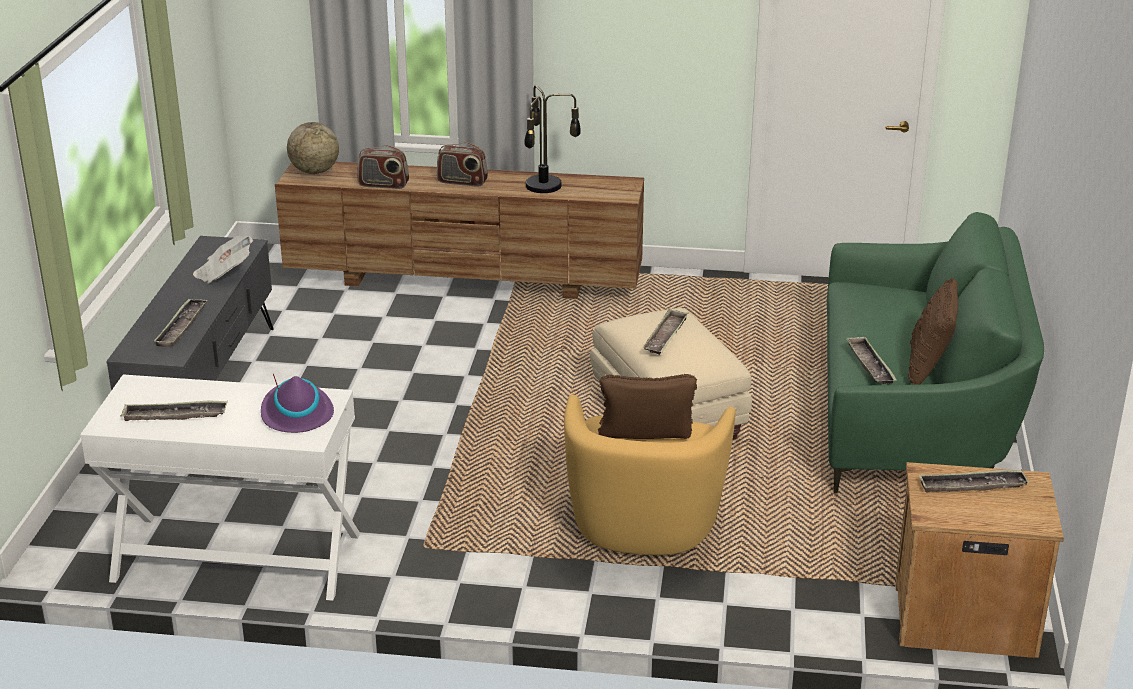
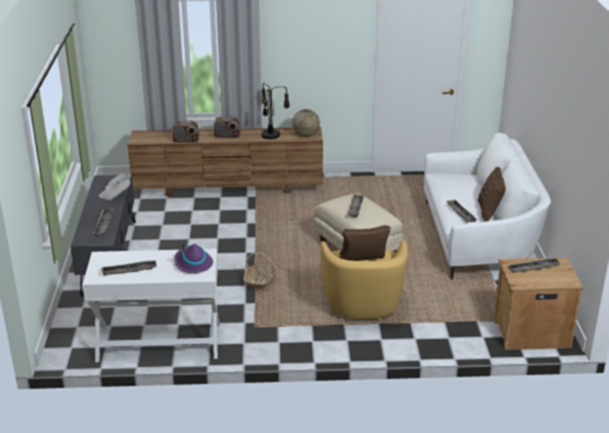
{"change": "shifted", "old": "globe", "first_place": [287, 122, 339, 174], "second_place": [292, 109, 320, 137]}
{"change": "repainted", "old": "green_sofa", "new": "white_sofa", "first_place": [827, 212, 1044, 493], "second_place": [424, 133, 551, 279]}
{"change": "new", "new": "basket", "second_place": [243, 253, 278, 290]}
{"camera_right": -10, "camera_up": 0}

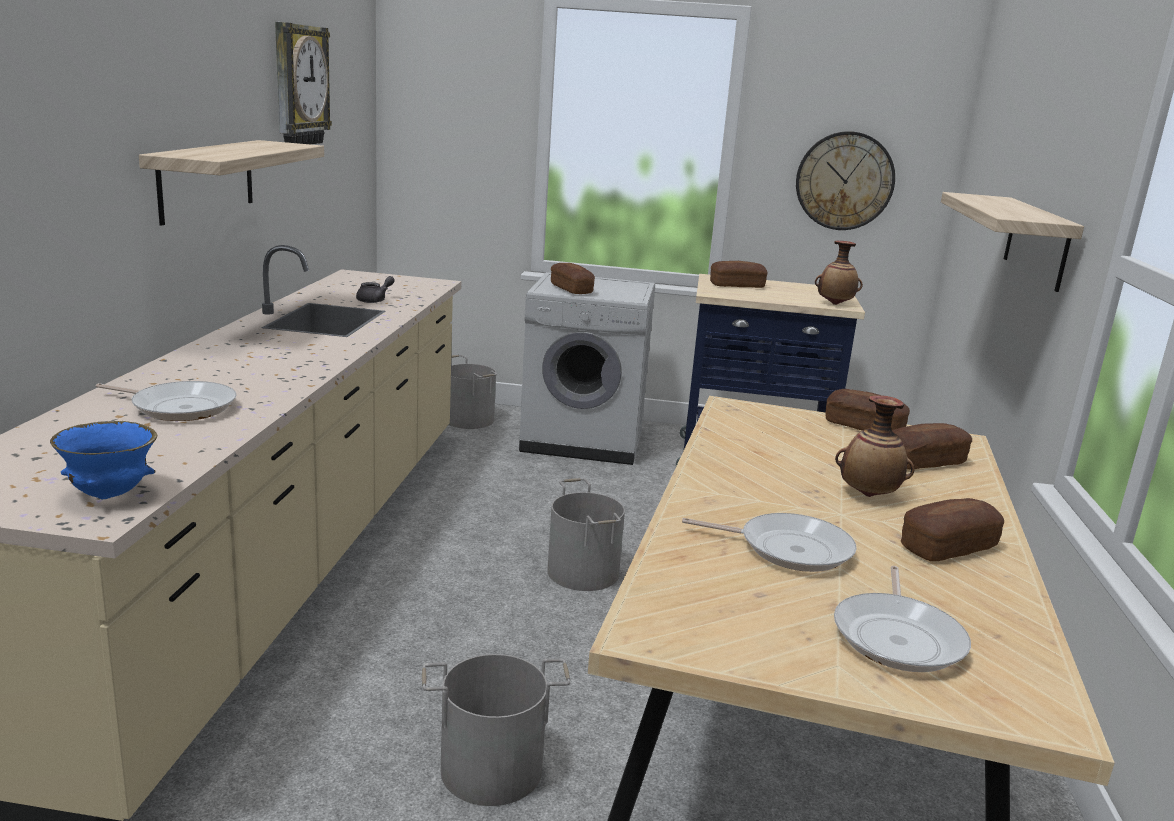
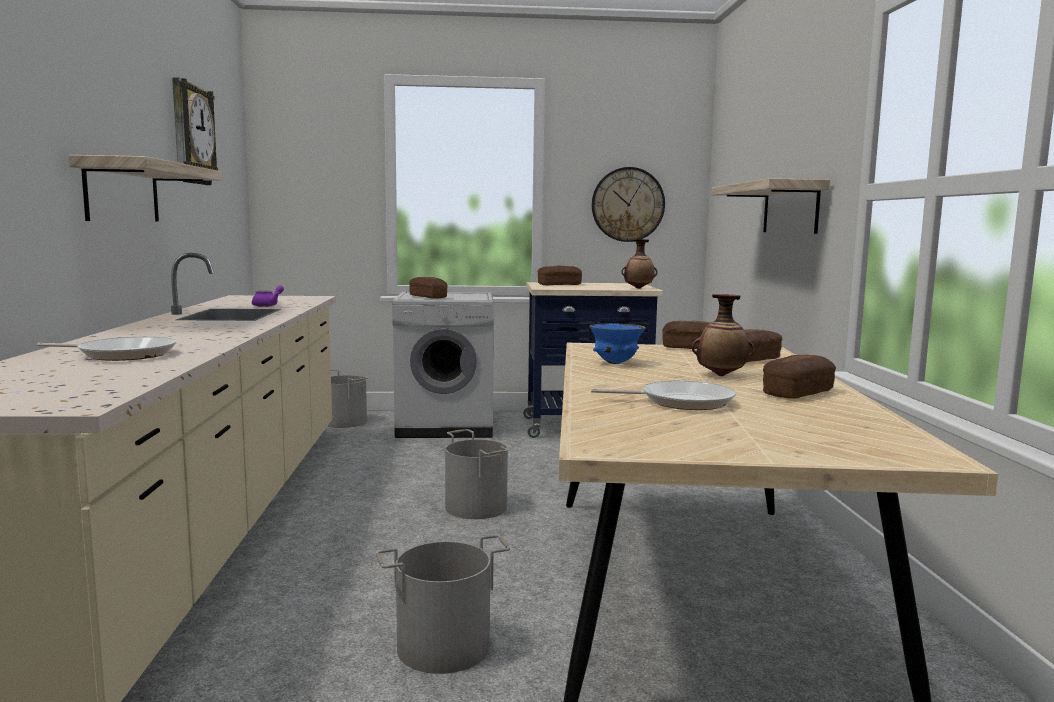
{"change": "shifted", "old": "blue_bowl", "first_place": [50, 421, 157, 499], "second_place": [589, 323, 646, 364]}
{"change": "repainted", "old": "grey_teapot", "new": "purple_teapot", "first_place": [356, 276, 395, 303], "second_place": [252, 285, 284, 307]}
{"change": "gone", "old": "frying_pan", "first_place": [834, 566, 971, 672]}
{"camera_right": -10, "camera_up": -10}

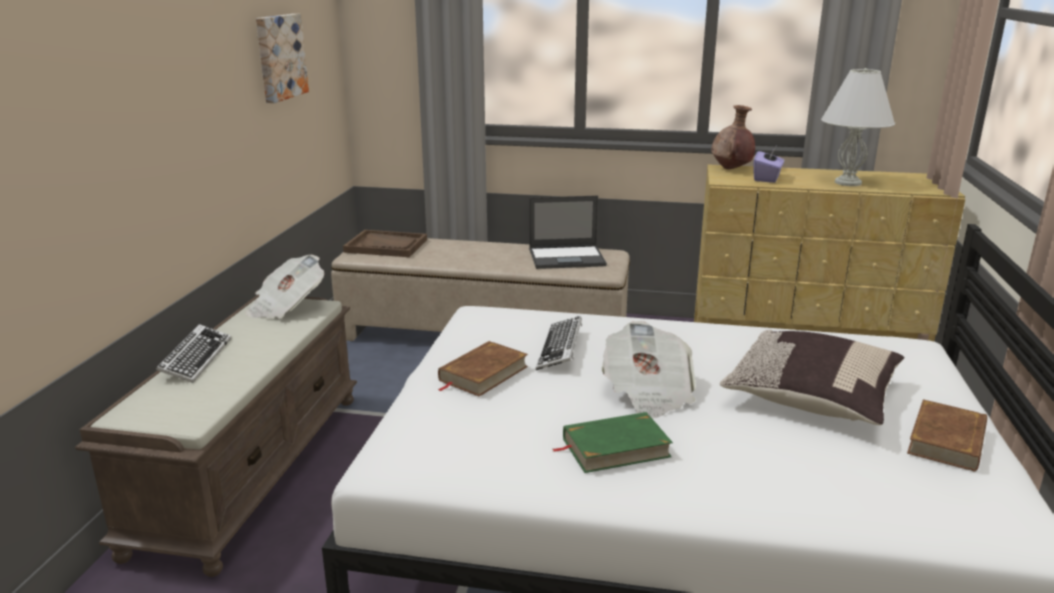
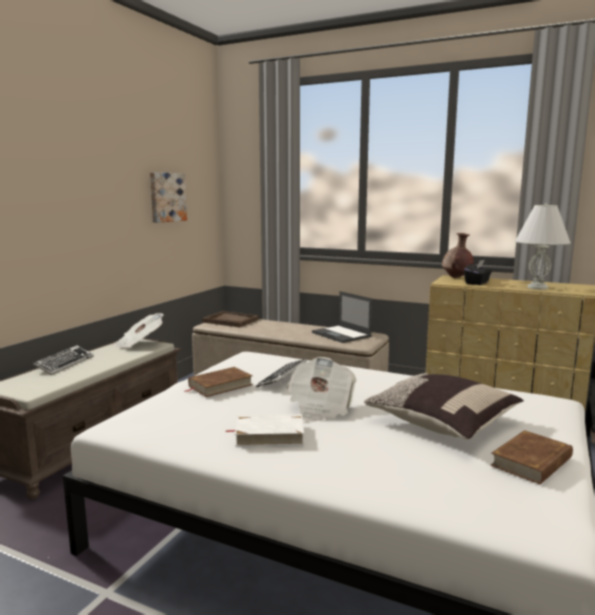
{"change": "rotated", "old": "laptop", "first_place": [529, 196, 607, 269], "second_place": [312, 291, 372, 343], "degrees": 45}
{"change": "repainted", "old": "green_book", "new": "white_book", "first_place": [553, 412, 673, 473], "second_place": [225, 414, 304, 446]}
{"change": "repainted", "old": "purple_tissue_box", "new": "black_tissue_box", "first_place": [753, 147, 784, 183], "second_place": [464, 260, 492, 285]}
{"camera_right": 15, "camera_up": -10}

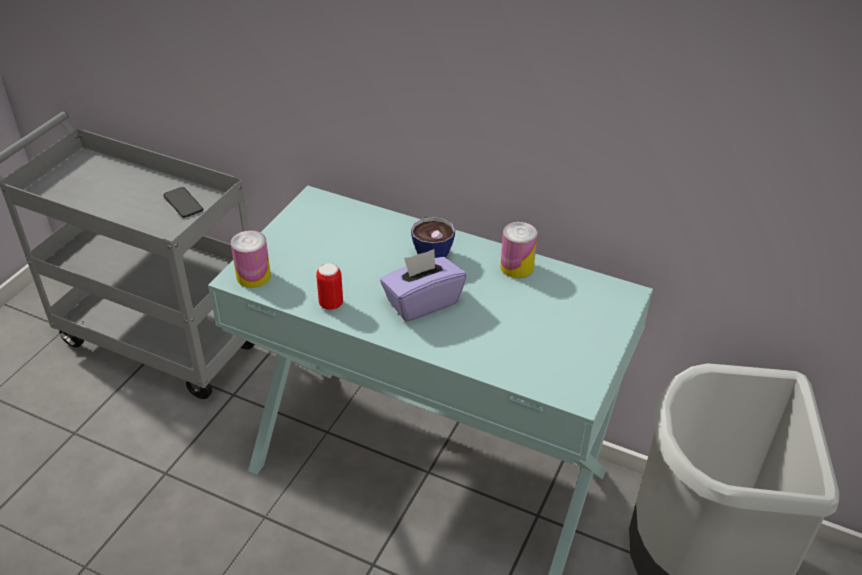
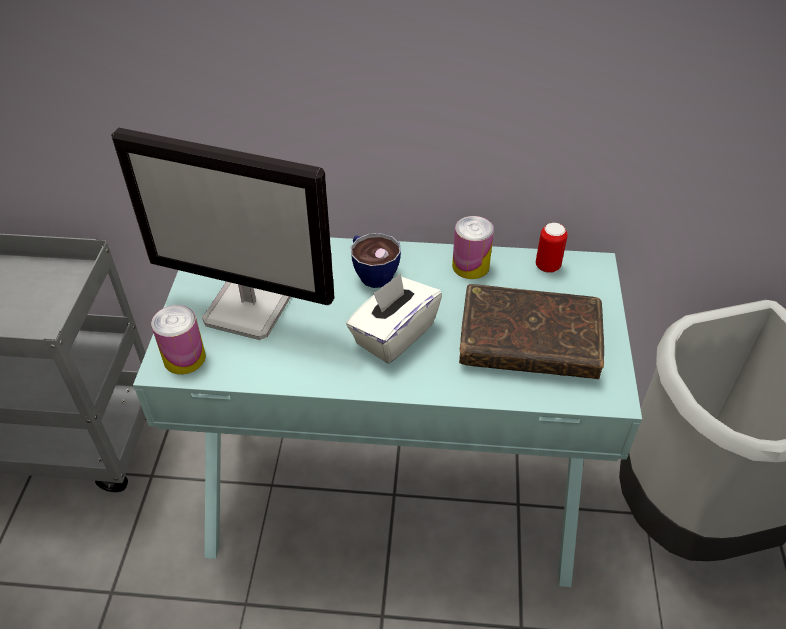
{"change": "gone", "old": "phone", "first_place": [163, 187, 203, 218]}
{"change": "shifted", "old": "can", "first_place": [316, 263, 343, 310], "second_place": [536, 223, 568, 273]}
{"change": "repainted", "old": "purple_tissue_box", "new": "white_tissue_box", "first_place": [380, 249, 466, 322], "second_place": [346, 273, 442, 364]}
{"change": "new", "new": "monitor", "second_place": [111, 128, 335, 340]}
{"change": "new", "new": "brown_book", "second_place": [459, 284, 604, 379]}
{"camera_right": -20, "camera_up": 5}

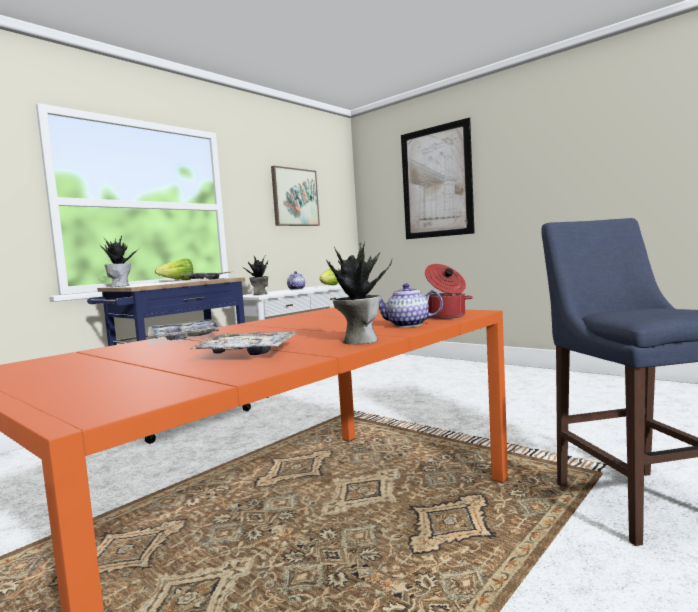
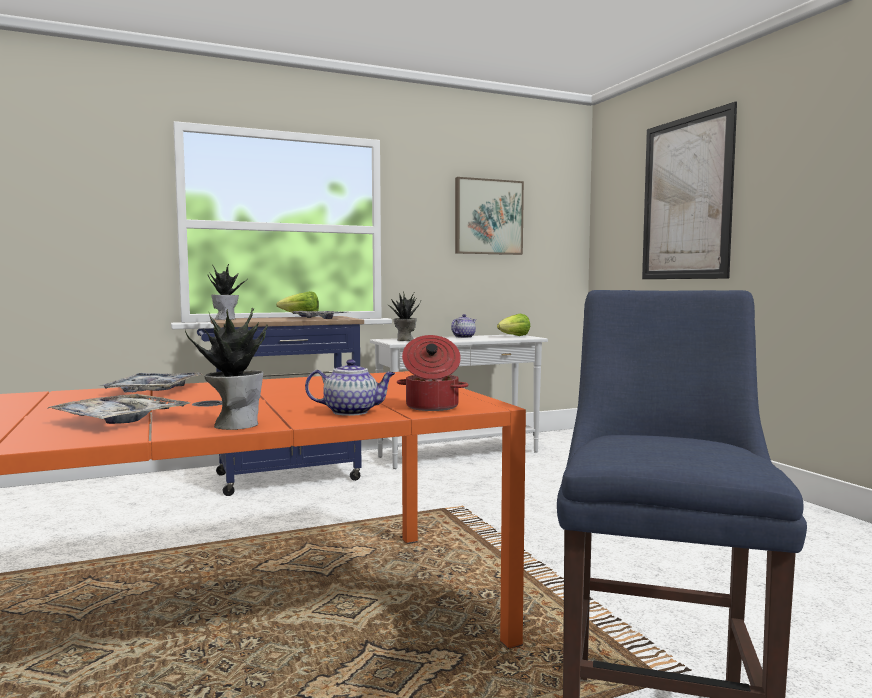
{"change": "rotated", "old": "teapot", "first_place": [379, 284, 443, 327], "second_place": [305, 359, 395, 416], "degrees": 135}
{"camera_right": 25, "camera_up": 0}

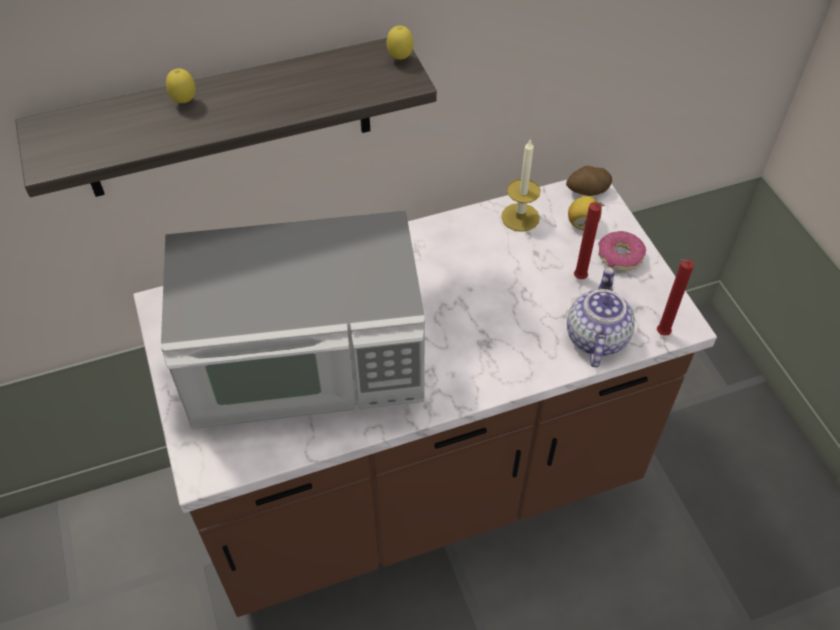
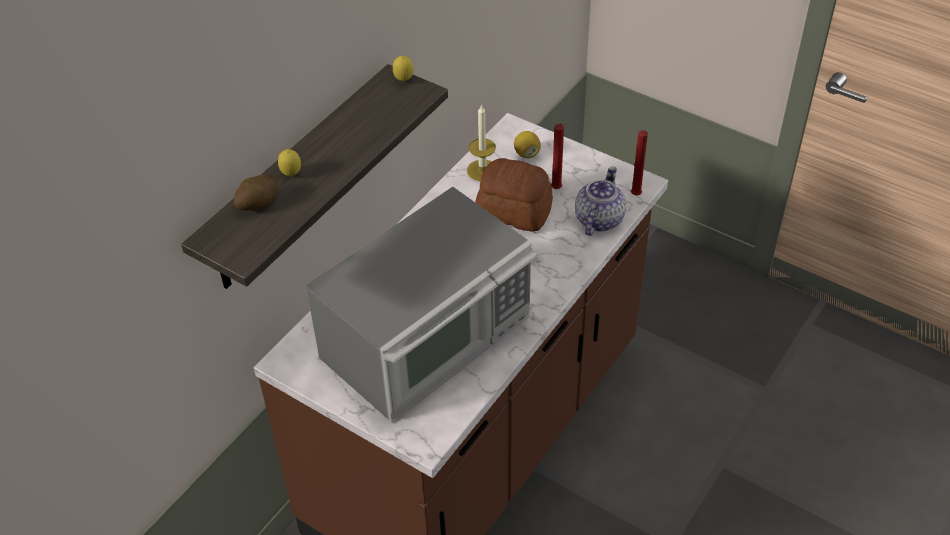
{"change": "shifted", "old": "potato", "first_place": [566, 166, 612, 196], "second_place": [234, 174, 278, 211]}
{"change": "rotated", "old": "teapot", "first_place": [567, 267, 635, 367], "second_place": [575, 166, 626, 236], "degrees": 45}
{"change": "gone", "old": "donut", "first_place": [598, 231, 646, 271]}
{"change": "new", "new": "bread", "second_place": [475, 158, 553, 232]}
{"camera_right": -35, "camera_up": -5}

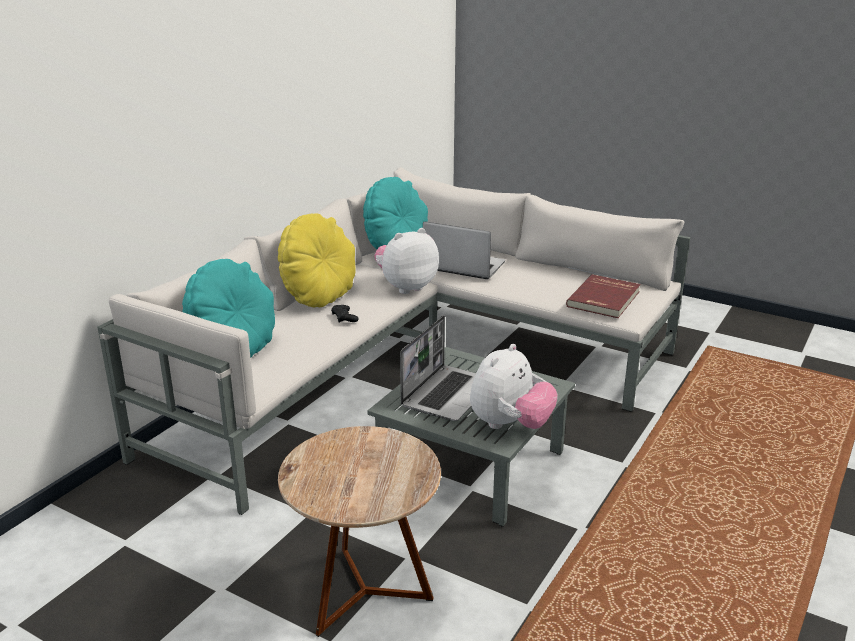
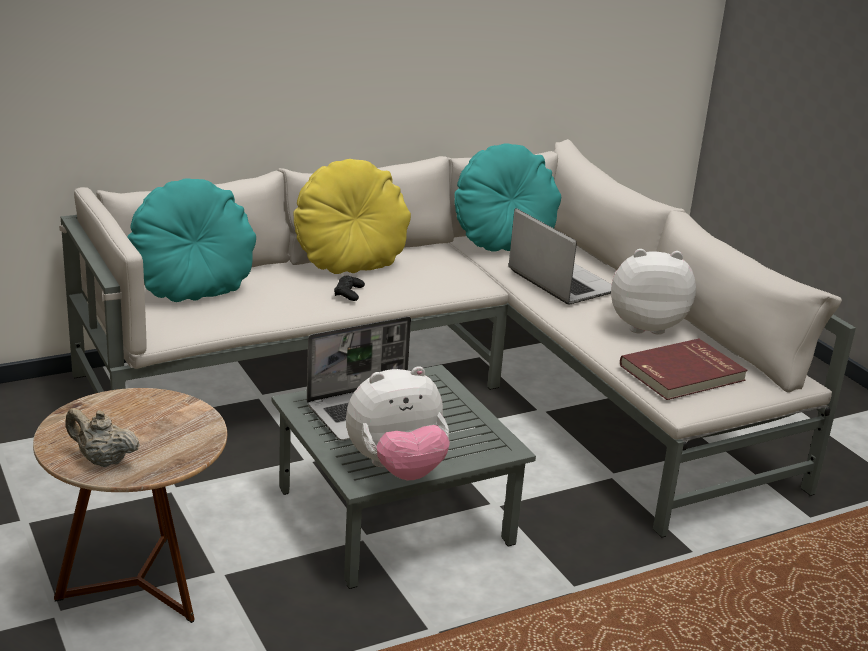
{"change": "shifted", "old": "plush_toy", "first_place": [374, 228, 439, 294], "second_place": [611, 249, 696, 335]}
{"change": "new", "new": "beige_teapot", "second_place": [65, 408, 140, 467]}
{"camera_right": 30, "camera_up": 0}

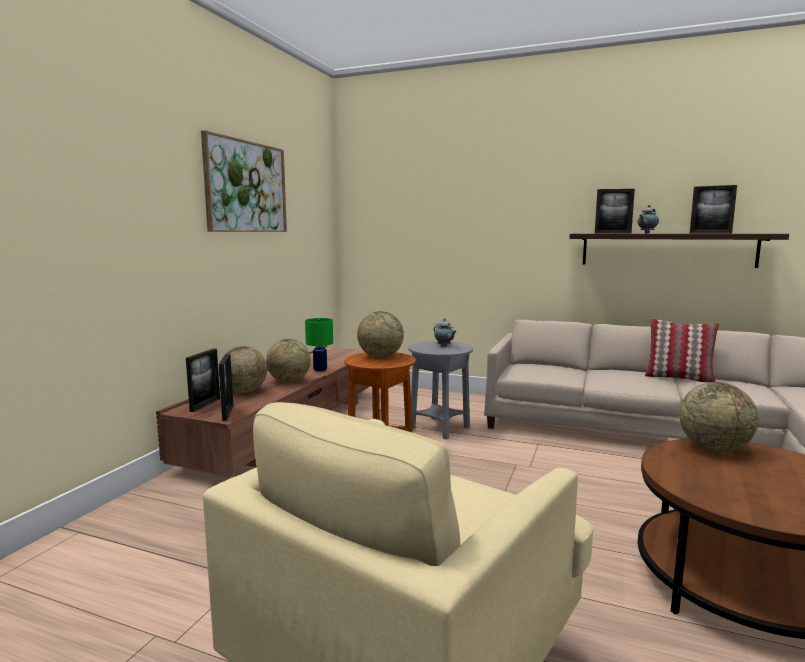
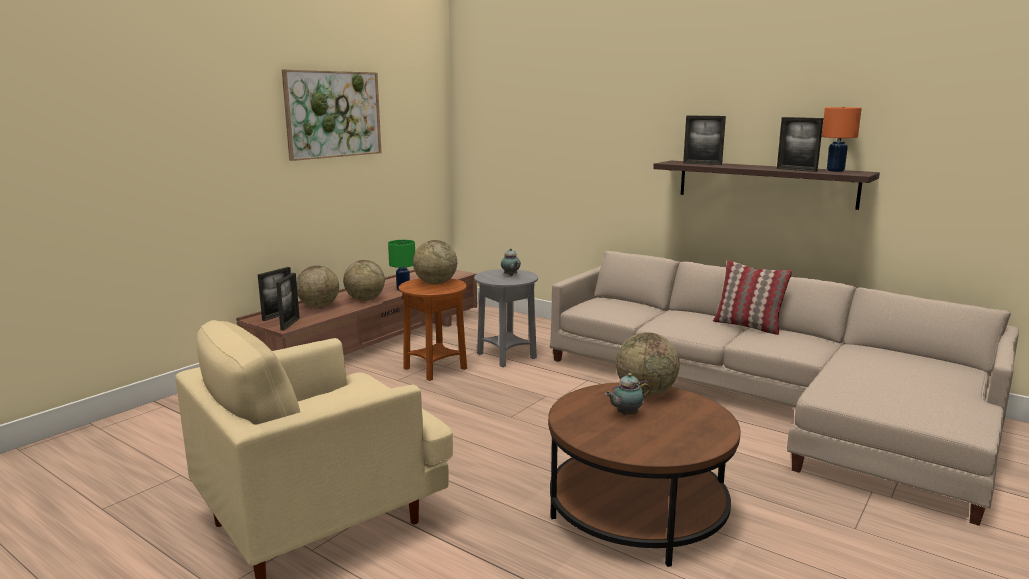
{"change": "shifted", "old": "teapot", "first_place": [637, 205, 659, 233], "second_place": [605, 373, 650, 415]}
{"change": "new", "new": "orange_table_lamp", "second_place": [822, 106, 862, 172]}
{"camera_right": 15, "camera_up": 5}

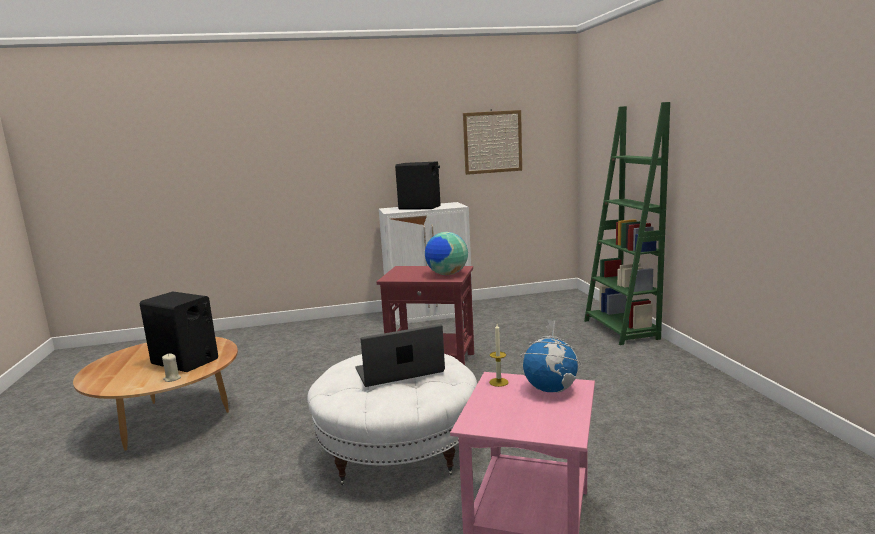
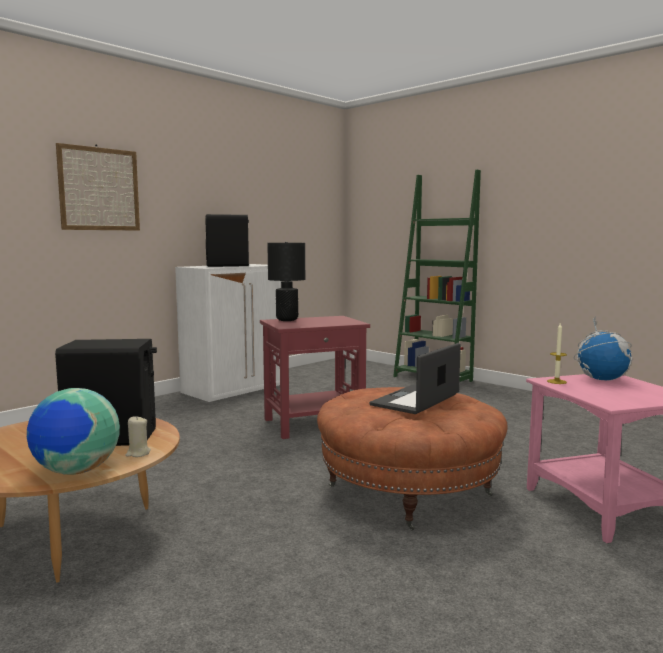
{"change": "repainted", "old": "white_ottoman", "new": "brown_ottoman", "first_place": [307, 354, 477, 485], "second_place": [317, 387, 508, 530]}
{"change": "shifted", "old": "globe", "first_place": [425, 232, 468, 275], "second_place": [27, 388, 120, 475]}
{"change": "shifted", "old": "picture", "first_place": [463, 109, 522, 175], "second_place": [56, 143, 140, 231]}
{"change": "new", "new": "black_table_lamp", "second_place": [267, 242, 305, 321]}
{"camera_right": -35, "camera_up": -5}

